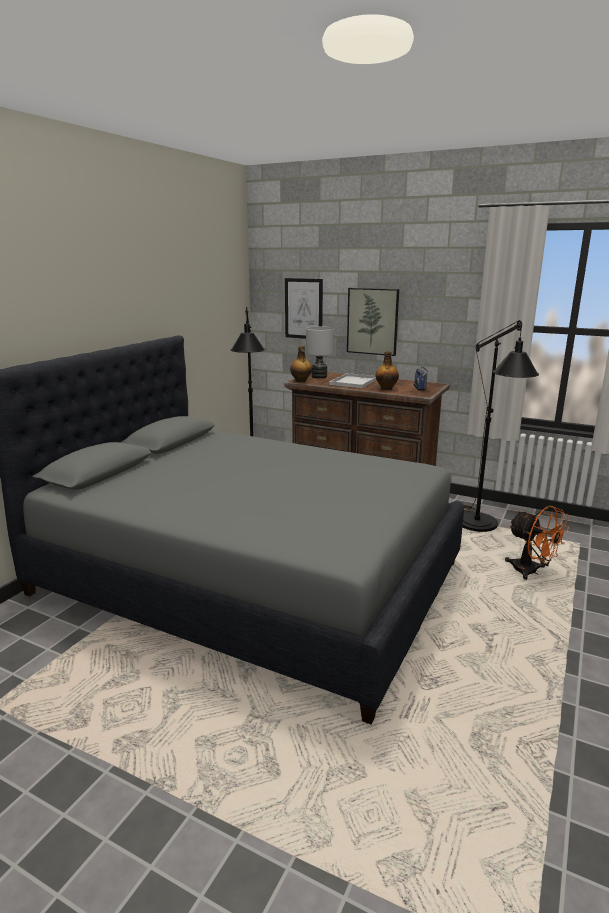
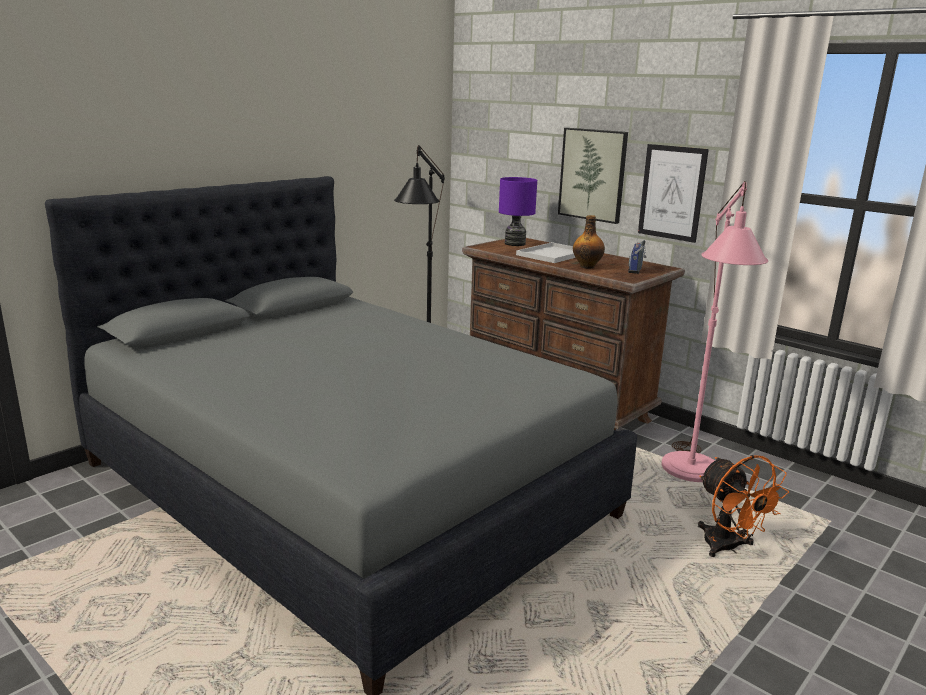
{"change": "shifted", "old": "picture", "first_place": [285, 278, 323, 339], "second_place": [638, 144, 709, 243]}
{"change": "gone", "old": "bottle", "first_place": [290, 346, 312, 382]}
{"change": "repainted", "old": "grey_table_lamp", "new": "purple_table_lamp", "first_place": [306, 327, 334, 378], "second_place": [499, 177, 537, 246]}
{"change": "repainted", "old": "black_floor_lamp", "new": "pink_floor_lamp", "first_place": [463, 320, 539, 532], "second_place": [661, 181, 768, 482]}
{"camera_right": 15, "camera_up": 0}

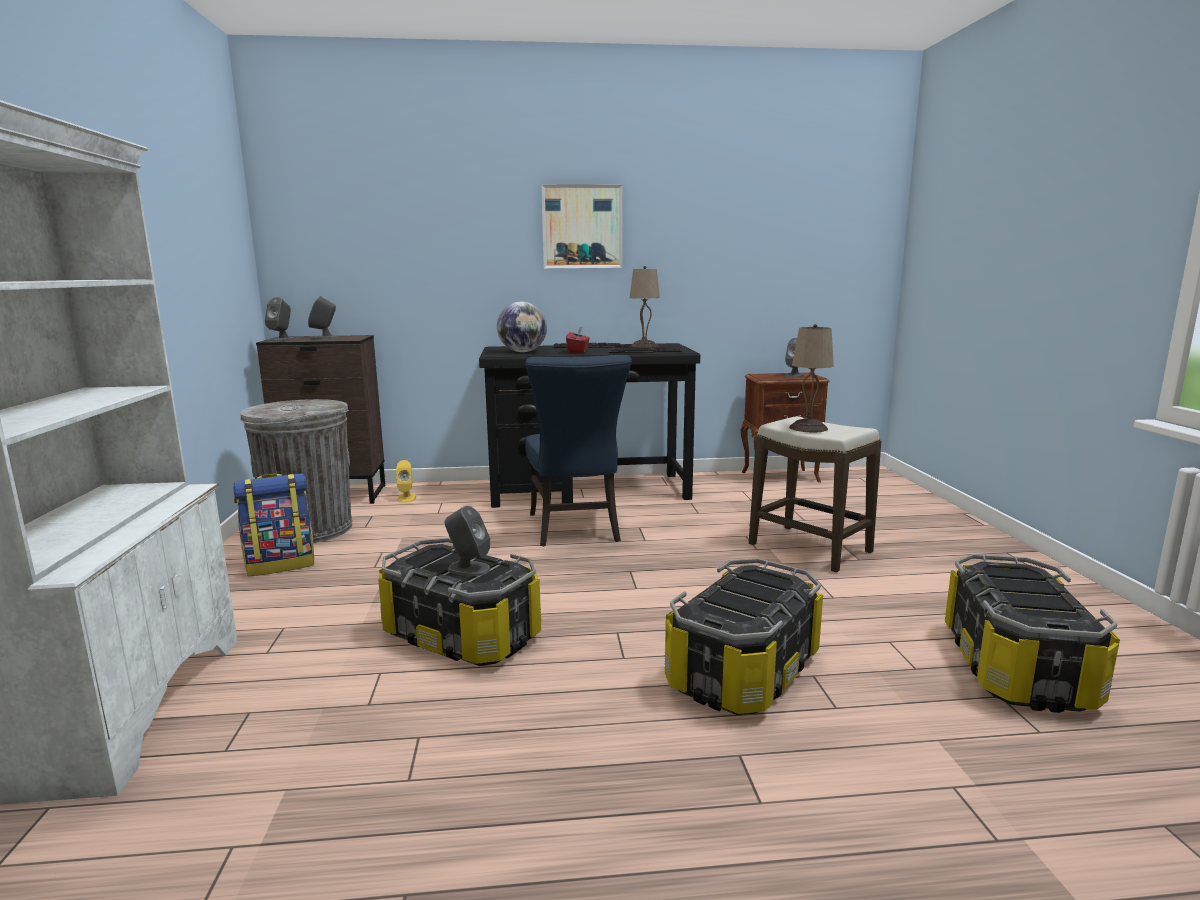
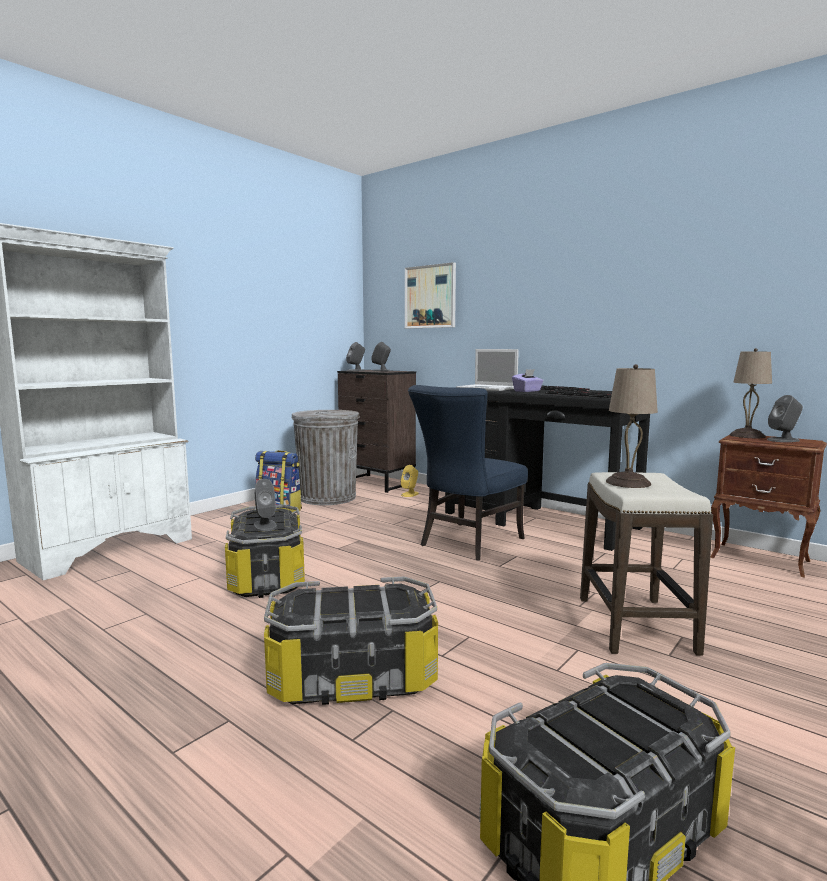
{"change": "swapped", "old": "globe", "new": "laptop", "first_place": [497, 301, 547, 352], "second_place": [456, 349, 519, 391]}
{"change": "shifted", "old": "picture", "first_place": [541, 184, 623, 269], "second_place": [405, 262, 456, 329]}
{"change": "repainted", "old": "red_tissue_box", "new": "purple_tissue_box", "first_place": [566, 326, 590, 353], "second_place": [512, 369, 544, 392]}
{"change": "shifted", "old": "beige_table_lamp", "first_place": [630, 266, 660, 348], "second_place": [730, 348, 772, 438]}
{"camera_right": 45, "camera_up": -5}

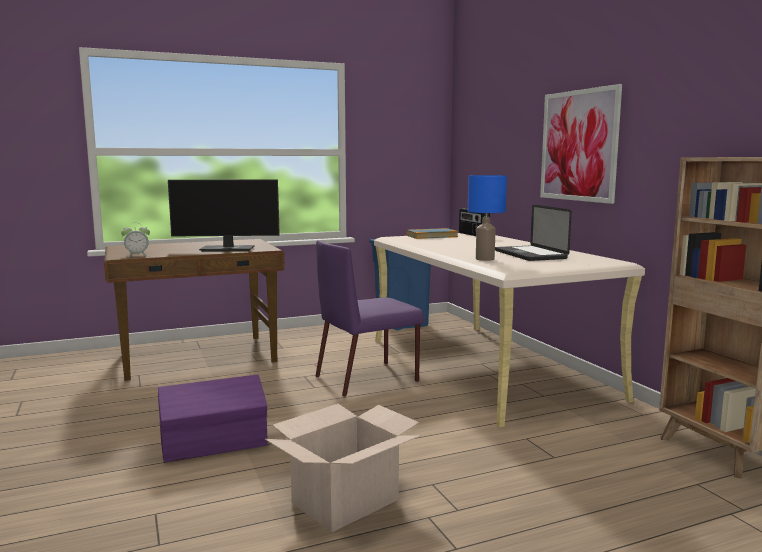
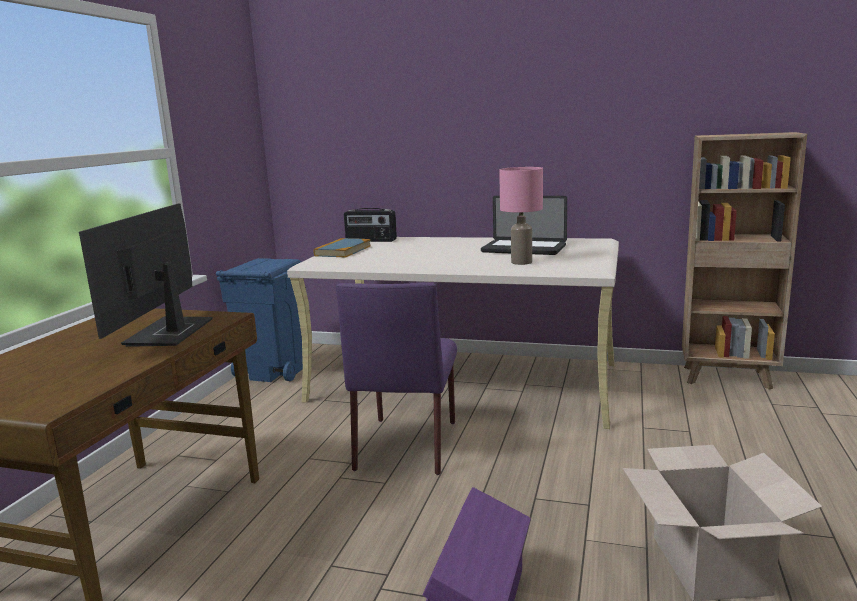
{"change": "gone", "old": "alarm_clock", "first_place": [121, 223, 150, 257]}
{"change": "rotated", "old": "monitor", "first_place": [168, 180, 280, 252], "second_place": [79, 203, 213, 347], "degrees": 150}
{"change": "repainted", "old": "blue_table_lamp", "new": "pink_table_lamp", "first_place": [468, 175, 507, 261], "second_place": [499, 167, 543, 265]}
{"change": "gone", "old": "picture", "first_place": [540, 84, 622, 204]}
{"camera_right": -50, "camera_up": 5}

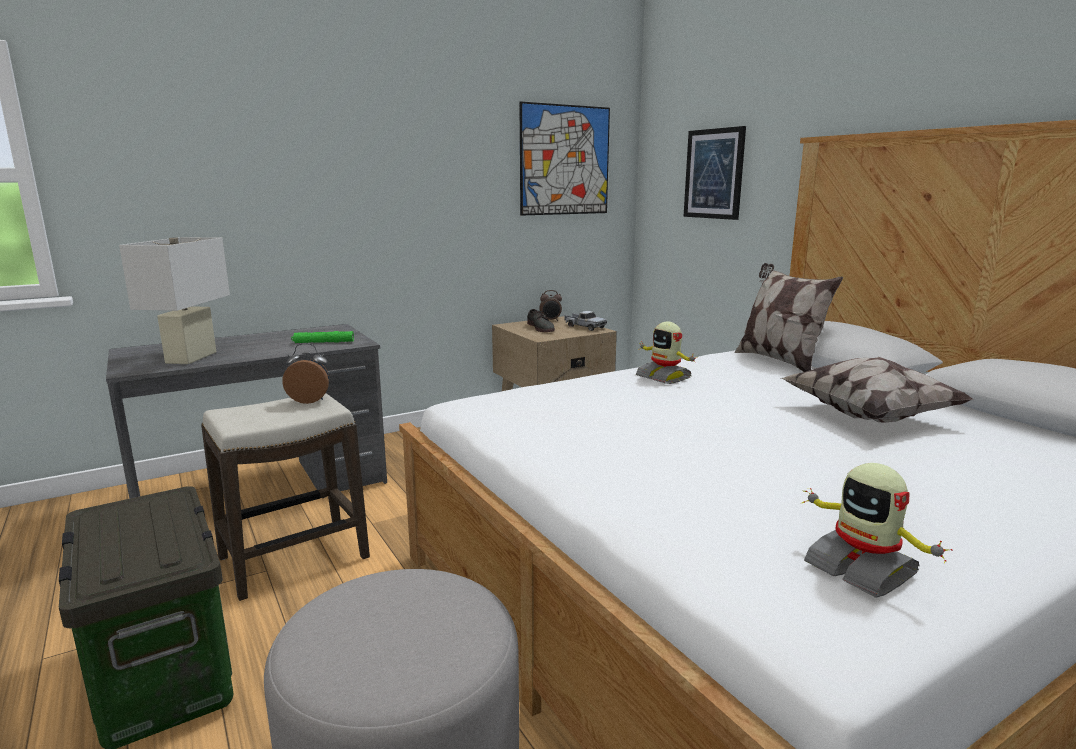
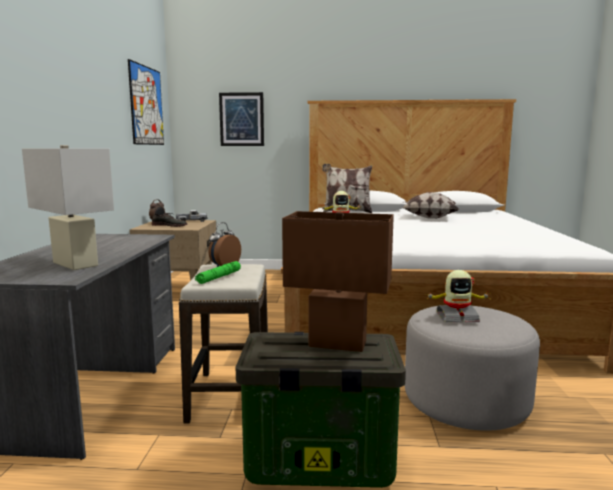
{"change": "shifted", "old": "green_flashlight", "first_place": [291, 331, 354, 343], "second_place": [195, 261, 241, 284]}
{"change": "shifted", "old": "toy_robot", "first_place": [802, 463, 953, 598], "second_place": [425, 270, 490, 322]}
{"change": "new", "new": "brown_table_lamp", "second_place": [282, 211, 394, 352]}
{"camera_right": -55, "camera_up": -5}

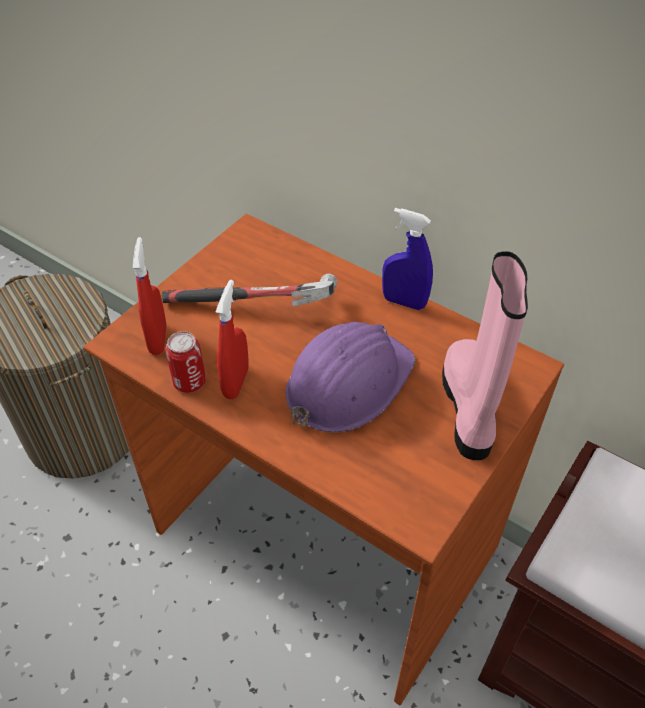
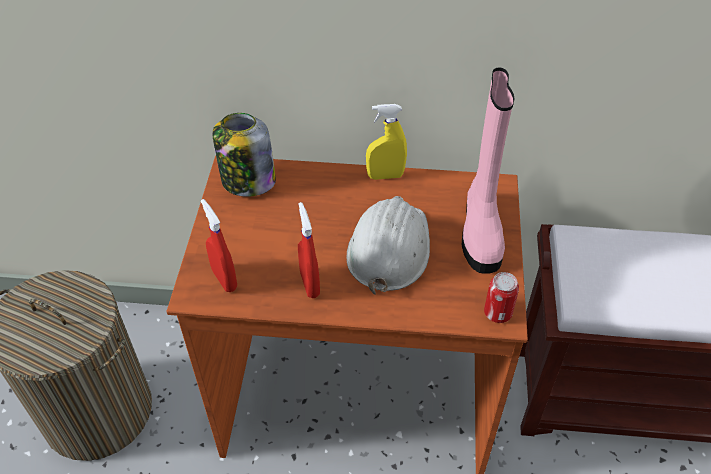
{"change": "gone", "old": "hammer", "first_place": [162, 273, 338, 307]}
{"change": "shifted", "old": "can", "first_place": [165, 331, 206, 393], "second_place": [484, 272, 519, 323]}
{"change": "repainted", "old": "purple_hard_hat", "new": "white_hard_hat", "first_place": [286, 322, 415, 432], "second_place": [347, 196, 430, 295]}
{"change": "repainted", "old": "blue_spray_bottle", "new": "yellow_spray_bottle", "first_place": [382, 208, 433, 310], "second_place": [366, 104, 407, 180]}
{"change": "rotated", "old": "pink_boot", "first_place": [442, 251, 528, 460], "second_place": [462, 68, 514, 274], "degrees": -150}
{"change": "new", "new": "jar", "second_place": [213, 113, 276, 197]}
{"camera_right": -30, "camera_up": 0}

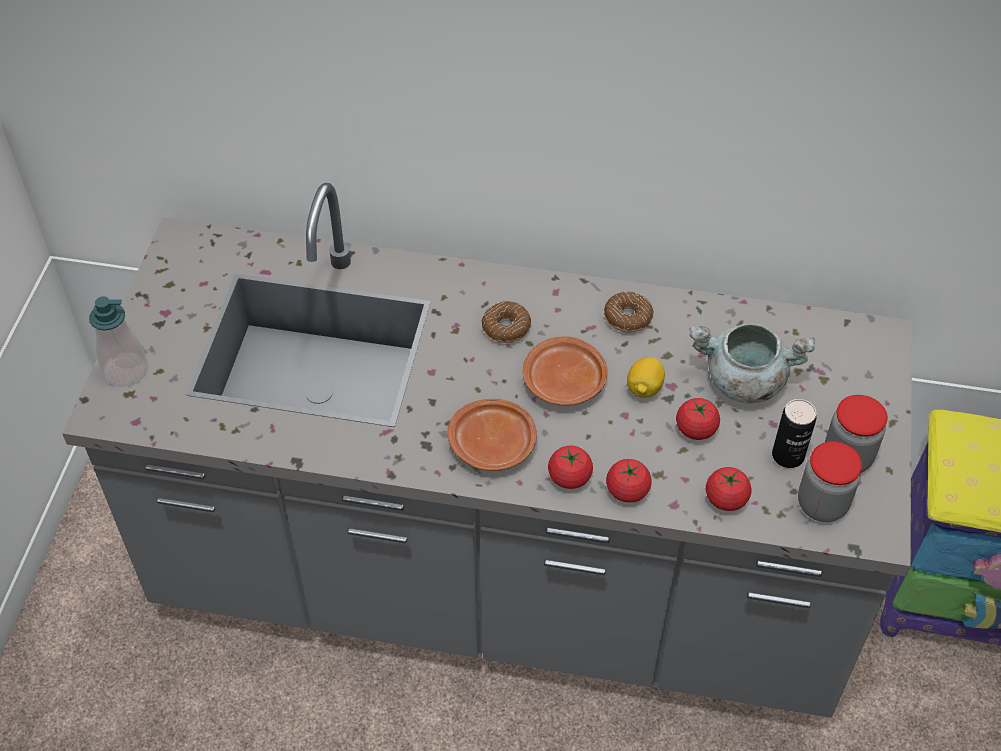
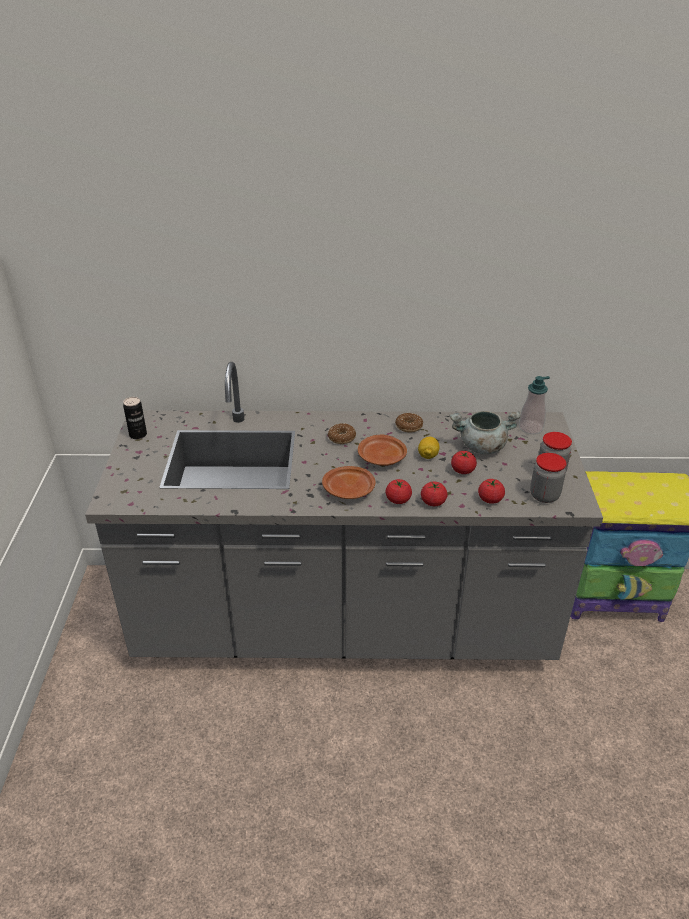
{"change": "shifted", "old": "soap_dispenser", "first_place": [89, 296, 147, 387], "second_place": [519, 376, 550, 434]}
{"change": "shifted", "old": "can", "first_place": [772, 399, 817, 468], "second_place": [123, 397, 147, 439]}
{"camera_right": -10, "camera_up": -15}

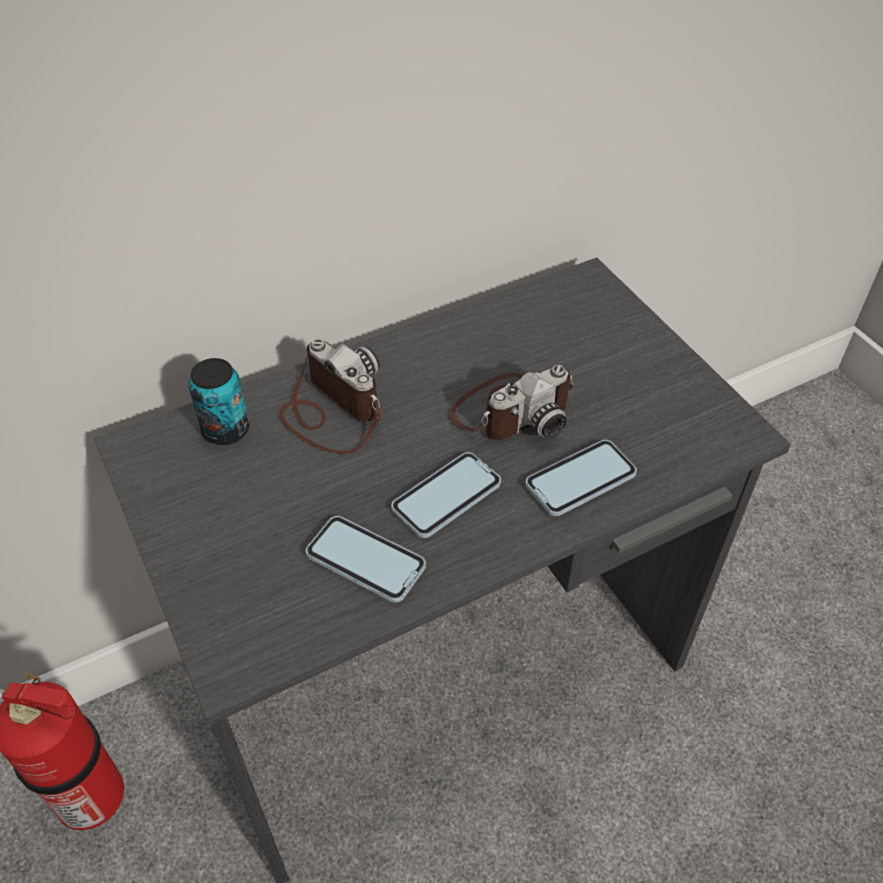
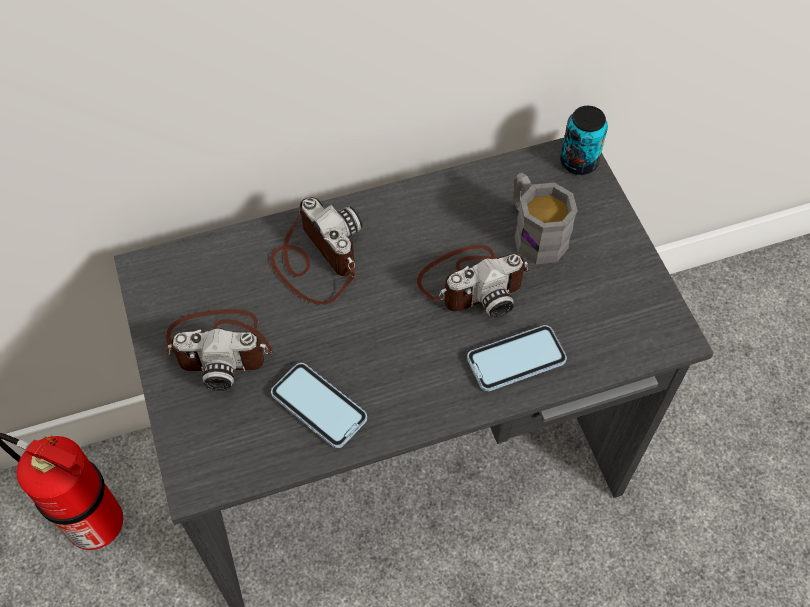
{"change": "shifted", "old": "can", "first_place": [189, 358, 249, 445], "second_place": [560, 106, 608, 175]}
{"change": "gone", "old": "phone", "first_place": [391, 452, 501, 538]}
{"change": "new", "new": "photo_camera", "second_place": [164, 309, 273, 391]}
{"change": "new", "new": "grey_mug", "second_place": [513, 173, 578, 264]}
{"camera_right": 10, "camera_up": 10}

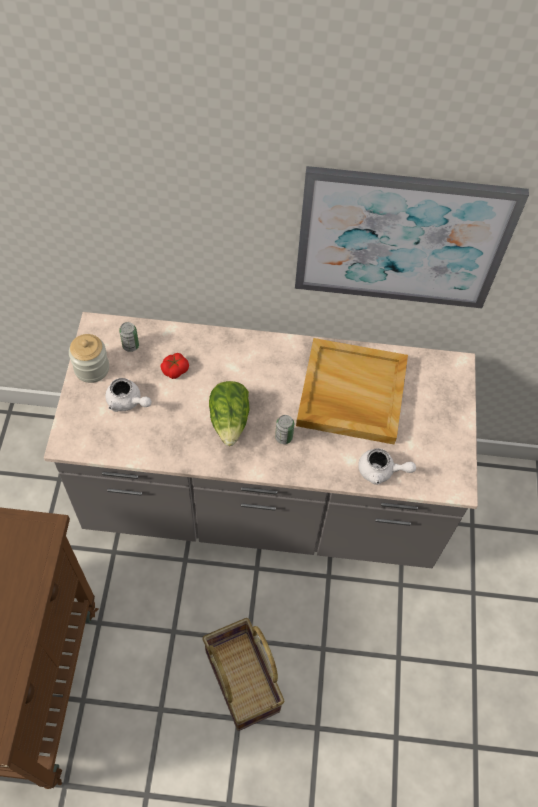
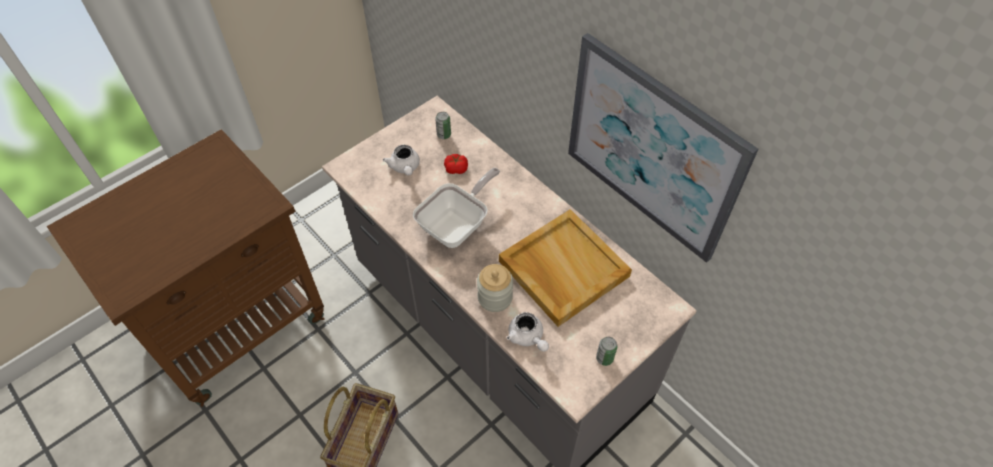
{"change": "shifted", "old": "jar", "first_place": [69, 334, 109, 383], "second_place": [477, 264, 513, 312]}
{"change": "swapped", "old": "lettuce", "new": "frying_pan", "first_place": [209, 381, 250, 446], "second_place": [413, 168, 500, 248]}
{"change": "shifted", "old": "can", "first_place": [275, 415, 294, 444], "second_place": [596, 337, 618, 366]}
{"camera_right": 45, "camera_up": -5}

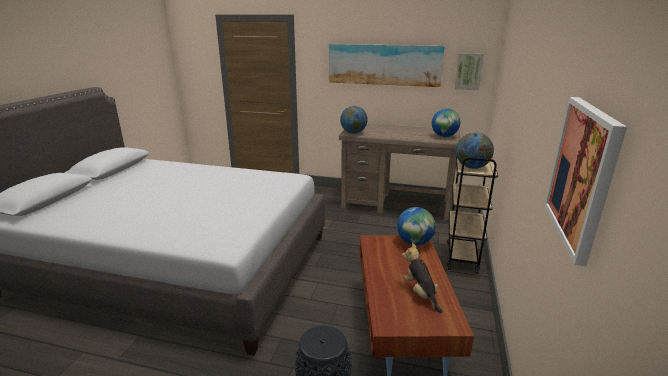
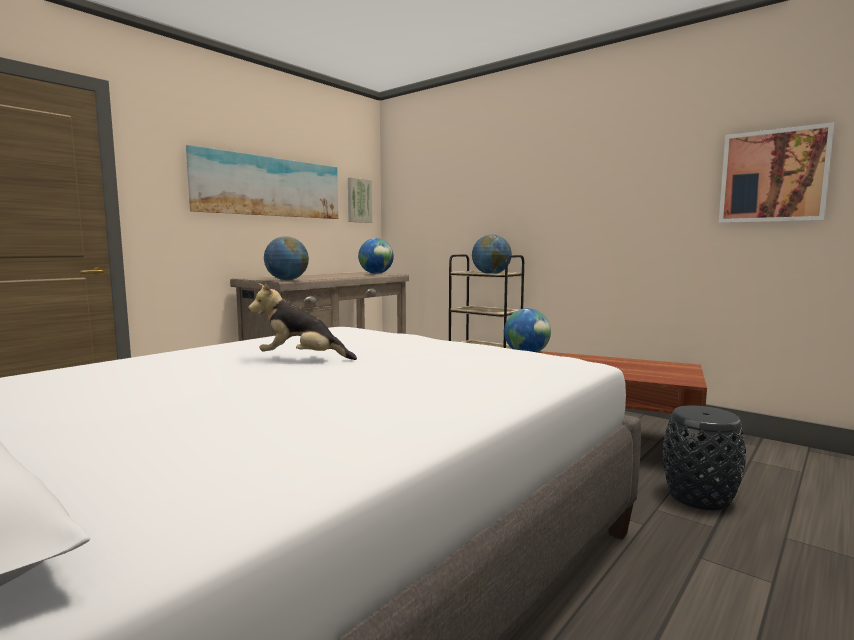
{"change": "shifted", "old": "plush_toy", "first_place": [402, 243, 443, 313], "second_place": [248, 283, 357, 360]}
{"camera_right": -65, "camera_up": -15}

